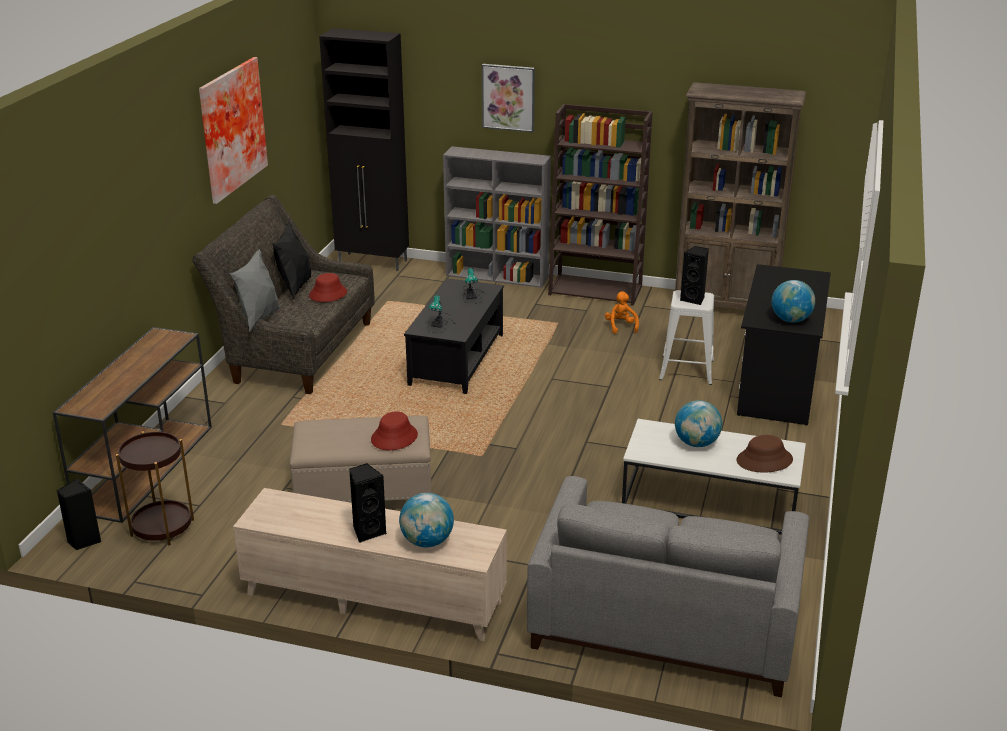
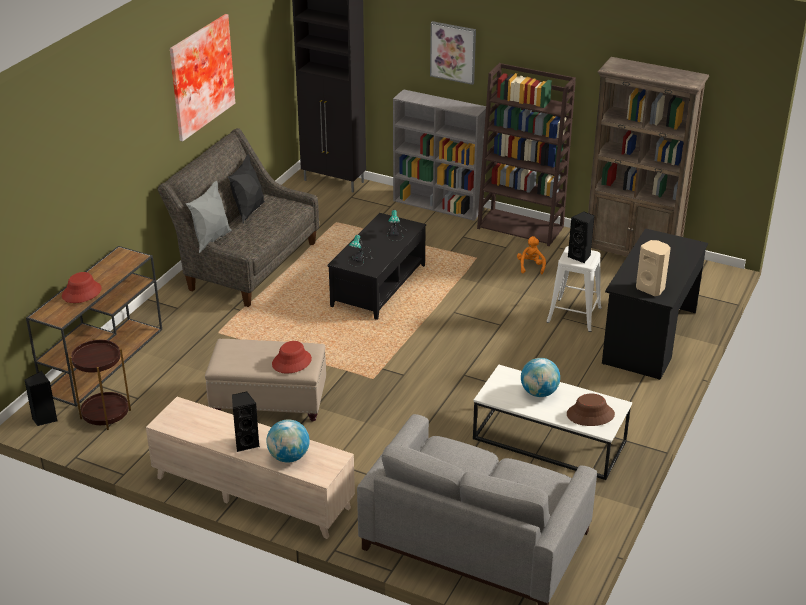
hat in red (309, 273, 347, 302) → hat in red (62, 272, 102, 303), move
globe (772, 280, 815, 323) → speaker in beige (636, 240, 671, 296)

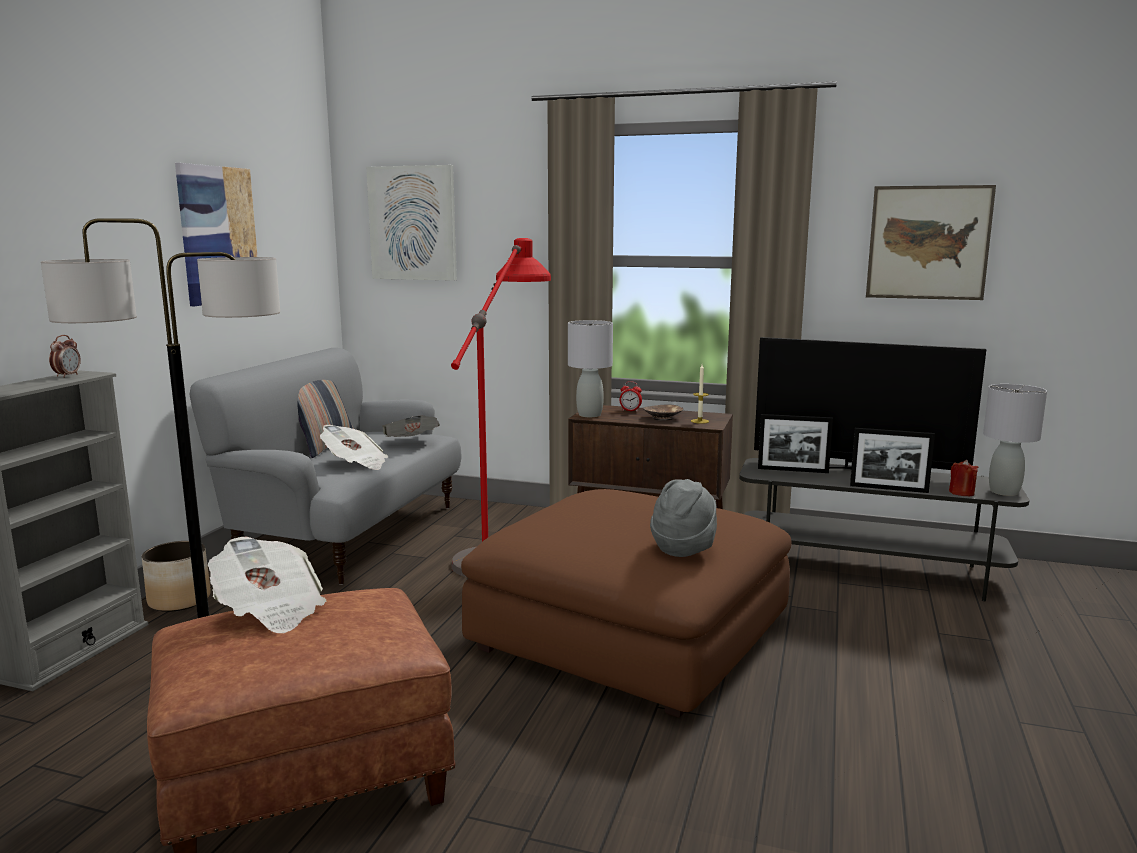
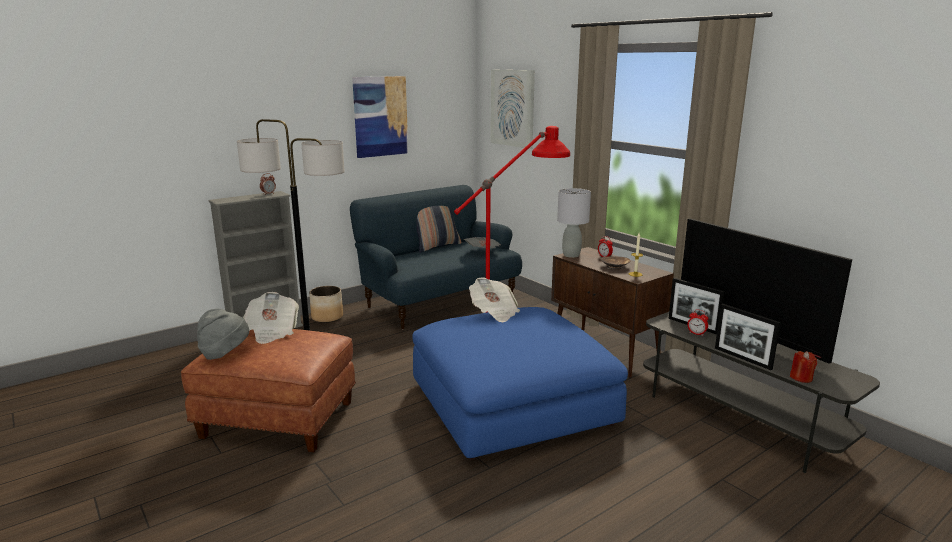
picture (866, 185, 996, 300) → -
sofa in grey (190, 348, 462, 585) → sofa in blue (350, 185, 522, 330)
table lamp in grey (983, 384, 1047, 496) → -
newspaper (320, 425, 388, 470) → newspaper (469, 277, 520, 322), move
hat in grey (650, 479, 717, 557) → hat in grey (197, 309, 249, 360), move
ottoman in brown (461, 489, 792, 718) → ottoman in blue (412, 307, 628, 461)
- → alarm clock (687, 310, 708, 336)

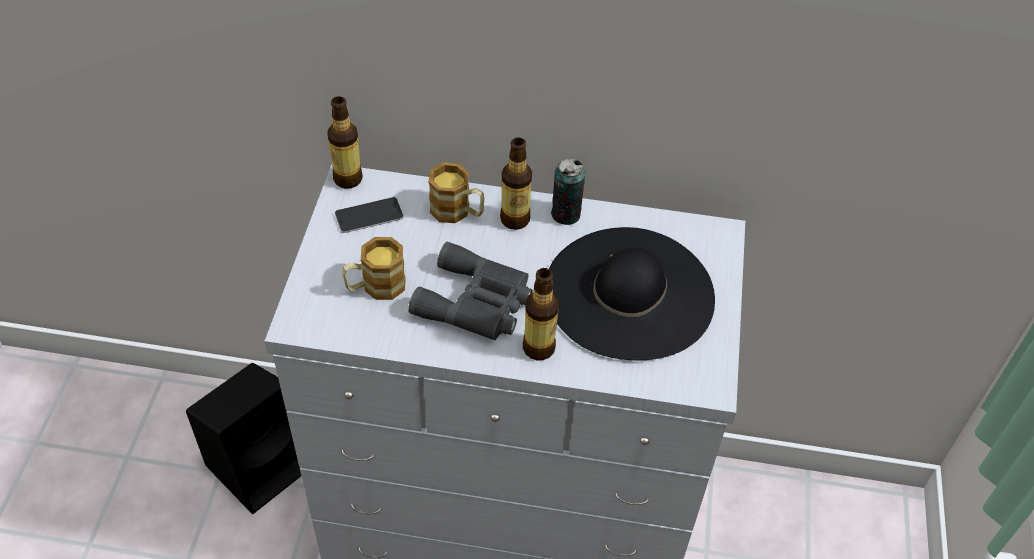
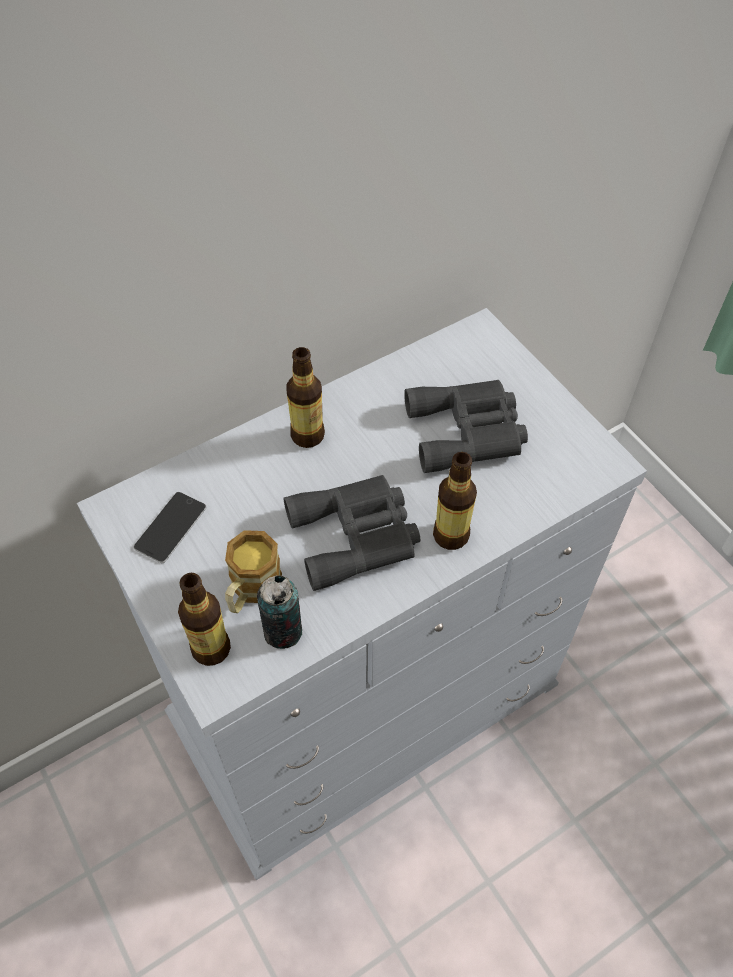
bottle (327, 96, 363, 189) → bottle (178, 573, 231, 666), move
can (551, 159, 585, 225) → can (257, 575, 302, 649), move
mug (428, 162, 485, 223) → -
hat in black (549, 227, 715, 361) → binoculars in grey (404, 380, 528, 473)
speaker in black (186, 363, 301, 514) → -

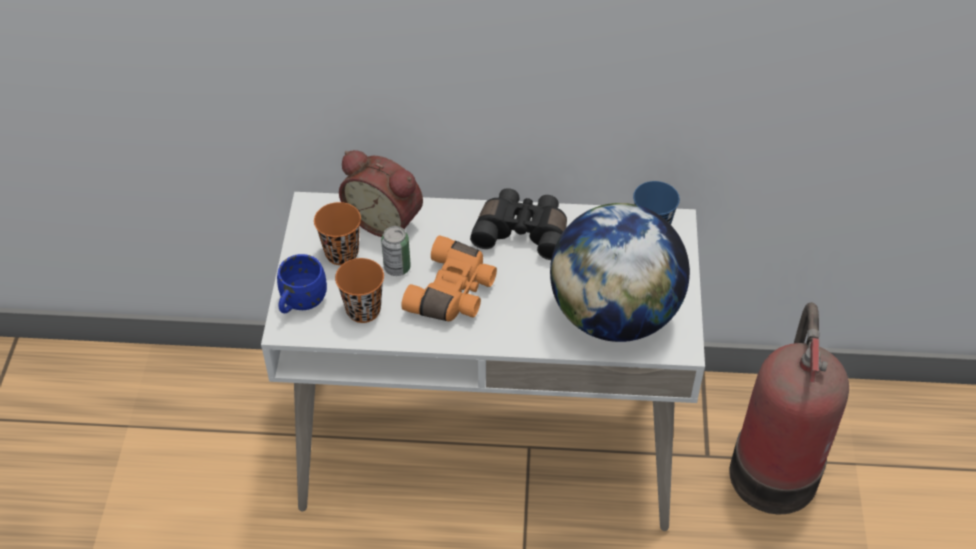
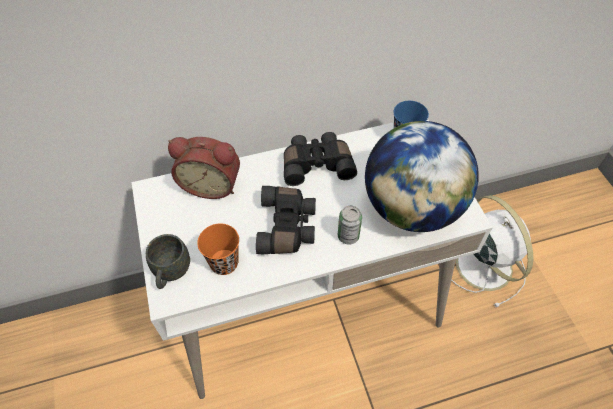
cup in orange (314, 202, 361, 265) → -
can (381, 226, 411, 276) → can (338, 206, 362, 245), move
binoculars in orange (401, 235, 497, 321) → binoculars in black (256, 186, 316, 254)
mug in blue (277, 254, 327, 313) → mug in grey (146, 234, 190, 289)
fire extinguisher (729, 302, 849, 514) → fan in white (451, 195, 533, 307)

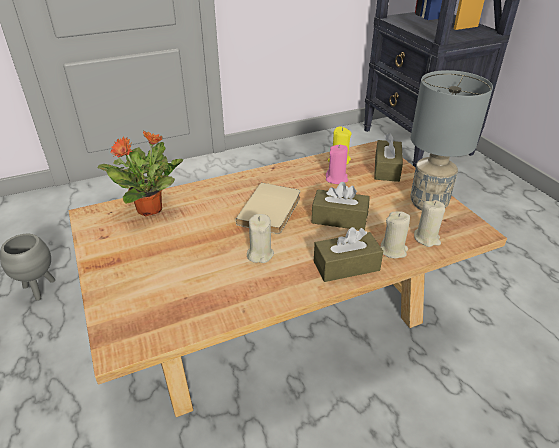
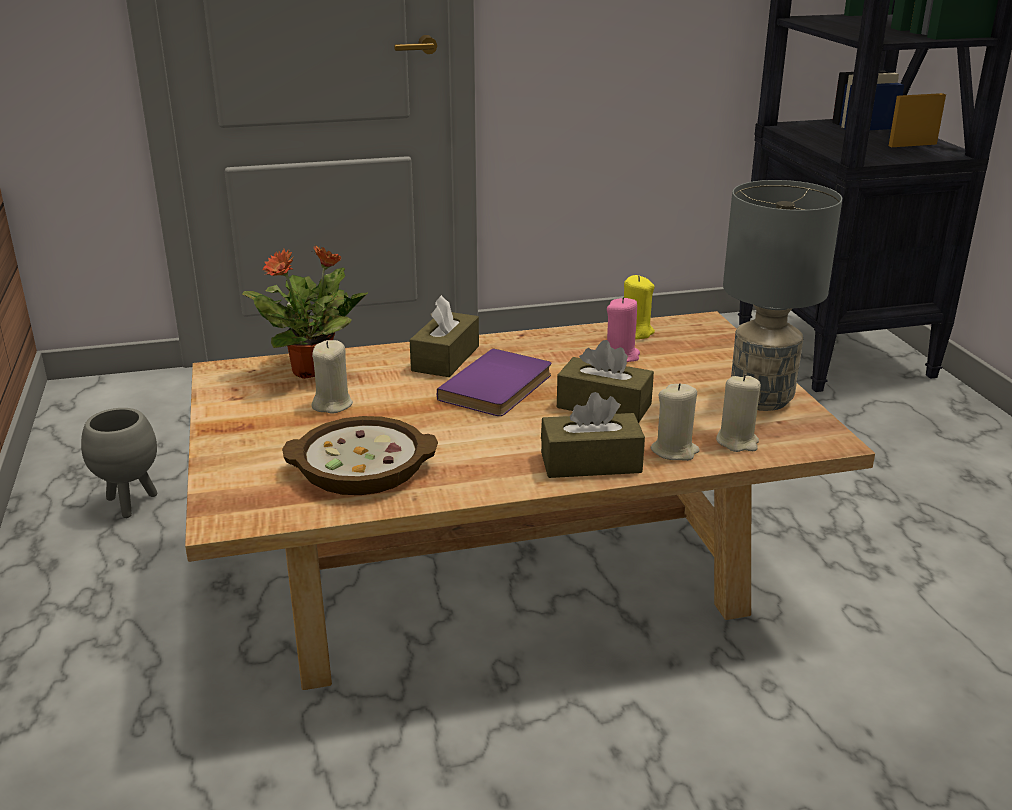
tissue box in brown (374, 133, 403, 182) → tissue box in brown (410, 295, 479, 377), move
book in beige (235, 183, 300, 234) → book in purple (437, 348, 551, 416)
candle in beige (247, 214, 274, 263) → candle in beige (311, 340, 353, 414), move
- → bowl (282, 416, 438, 495)

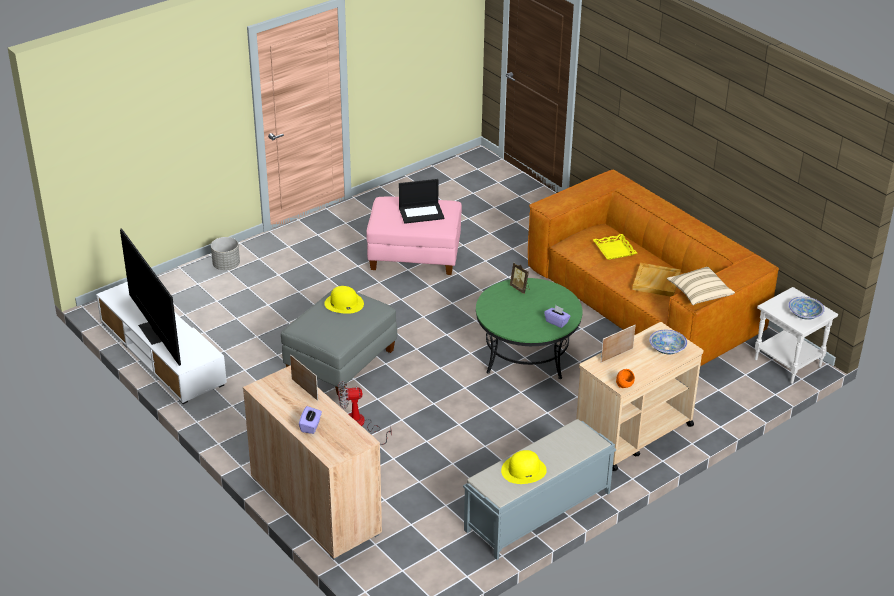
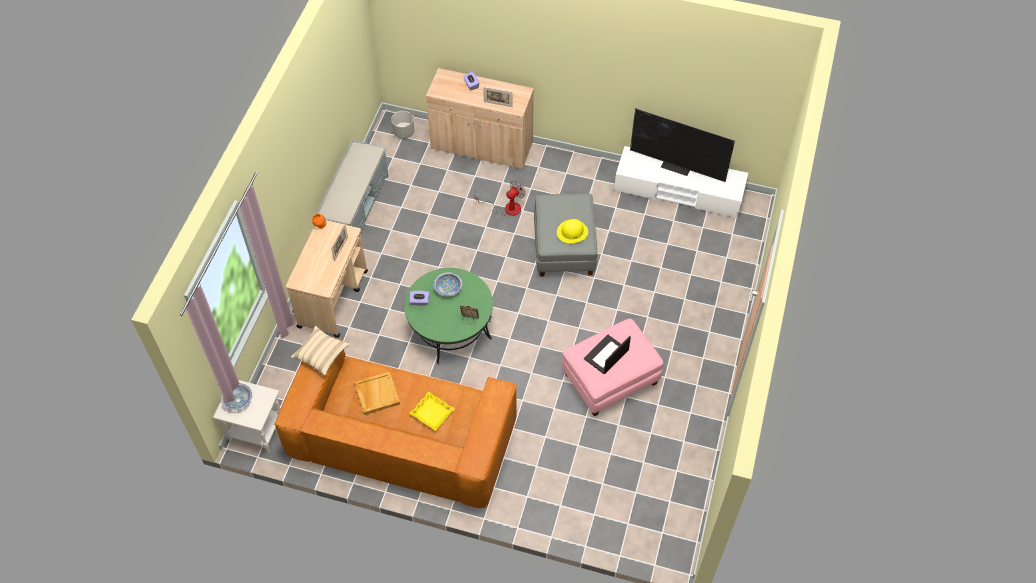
planter in grey (211, 237, 240, 270) → planter in grey (391, 111, 414, 139), move
bowl (649, 330, 687, 354) → bowl (434, 272, 462, 296), move
hat in yellow (501, 450, 547, 484) → -

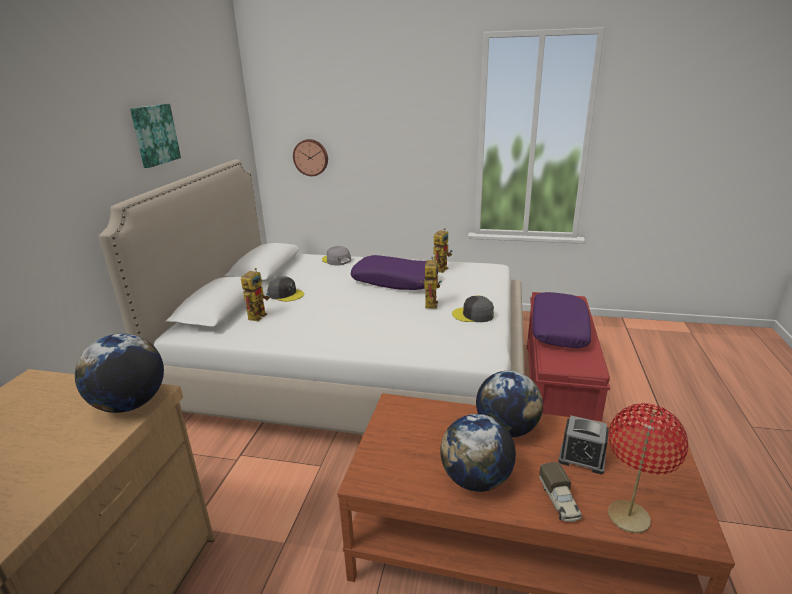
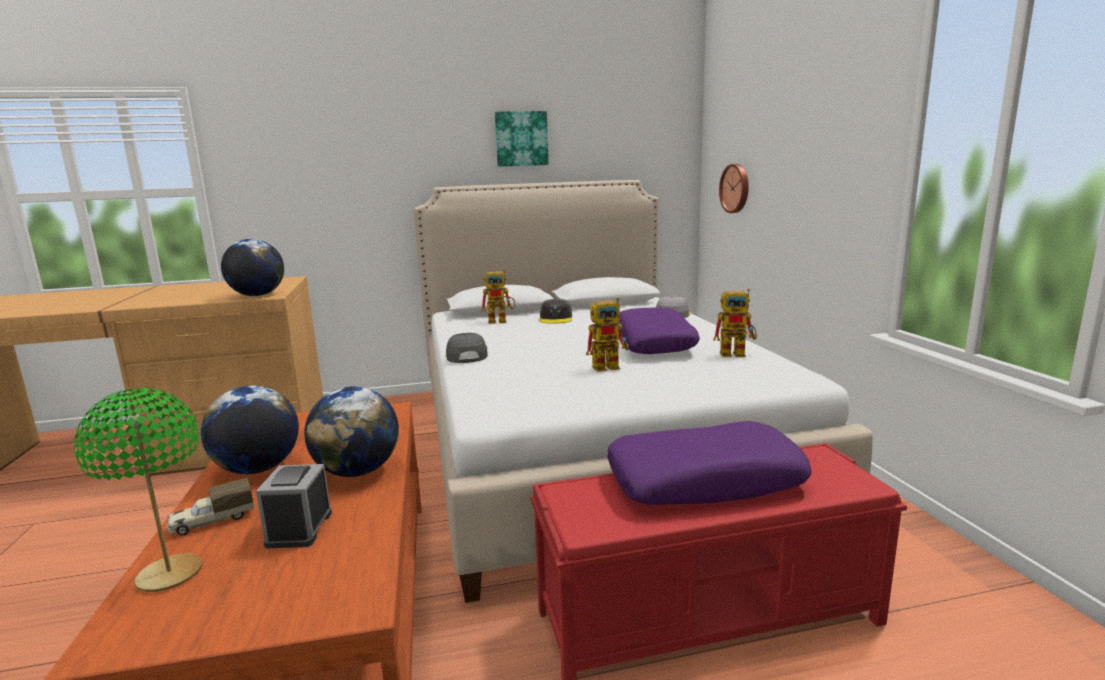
cap in grey (452, 295, 494, 322) → cap in grey (445, 333, 488, 363), move
table lamp in red (608, 403, 688, 533) → table lamp in green (74, 388, 202, 592)

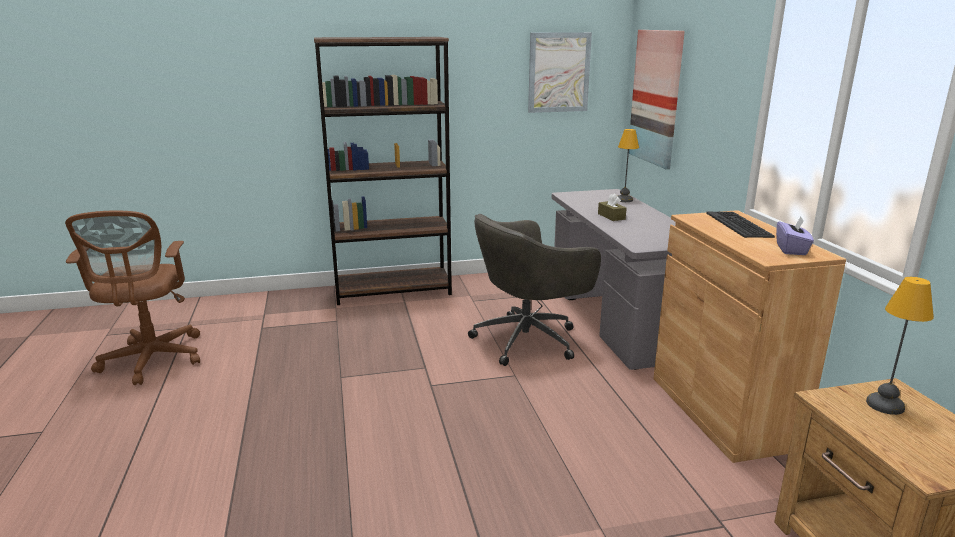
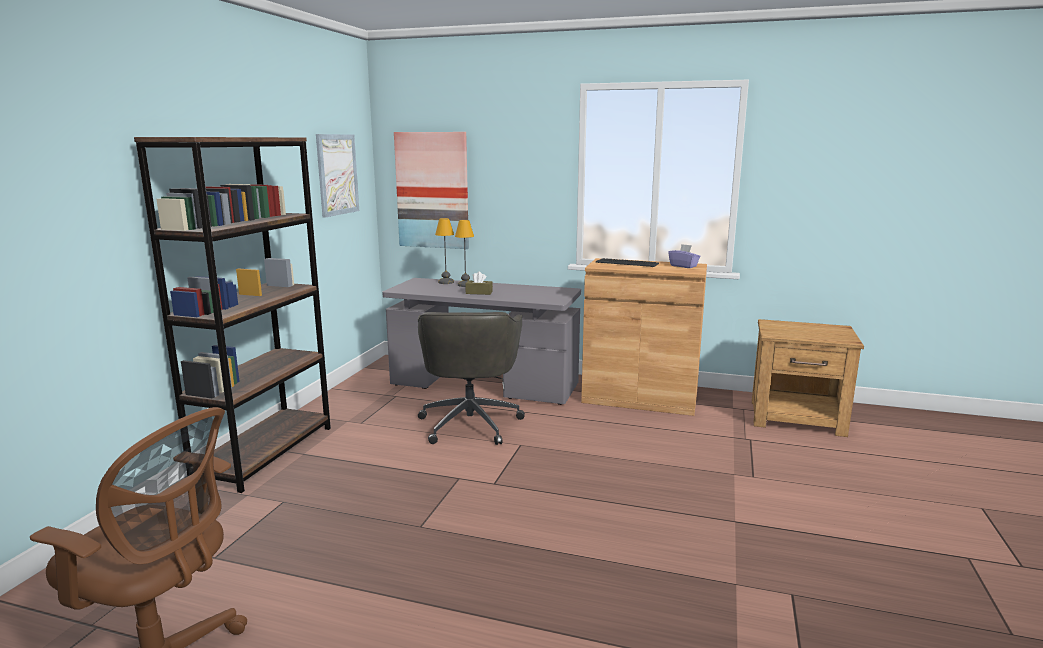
table lamp (866, 277, 934, 415) → table lamp (455, 220, 474, 287), move

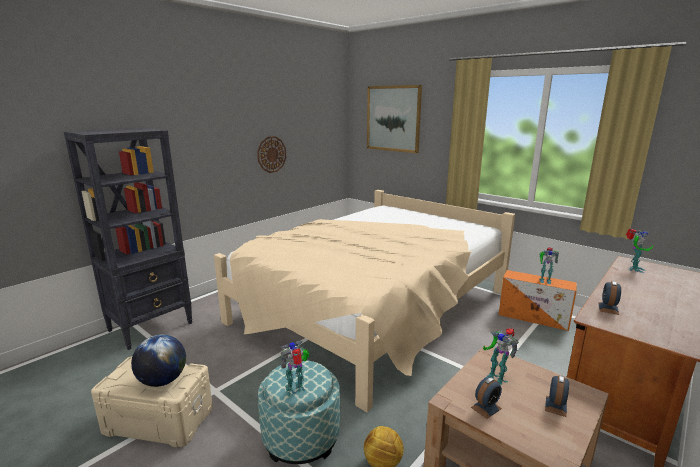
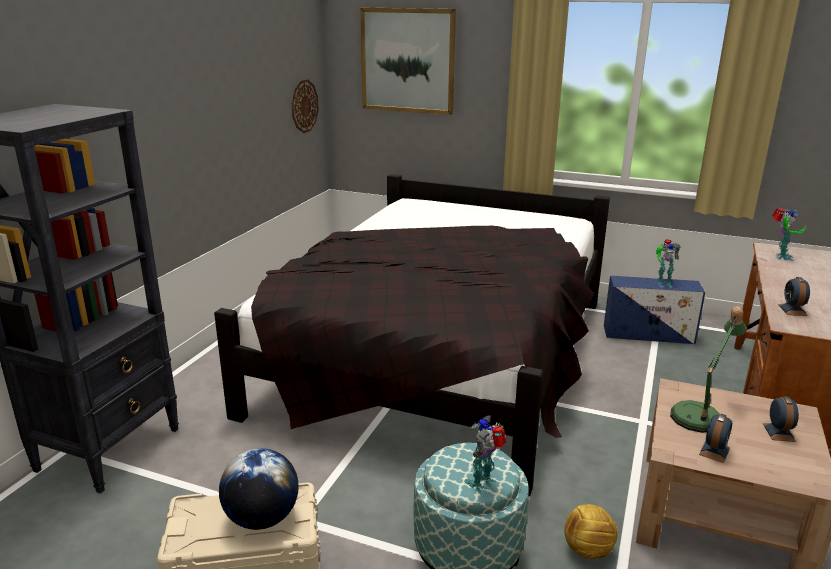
wall clock (257, 136, 286, 173) → wall clock (292, 79, 319, 133), move
bed in beige (214, 190, 515, 413) → bed in black (214, 174, 610, 496)
storage box in orange (499, 270, 577, 331) → storage box in blue (604, 276, 705, 344)
toy robot (483, 328, 519, 385) → table lamp (670, 306, 747, 433)

